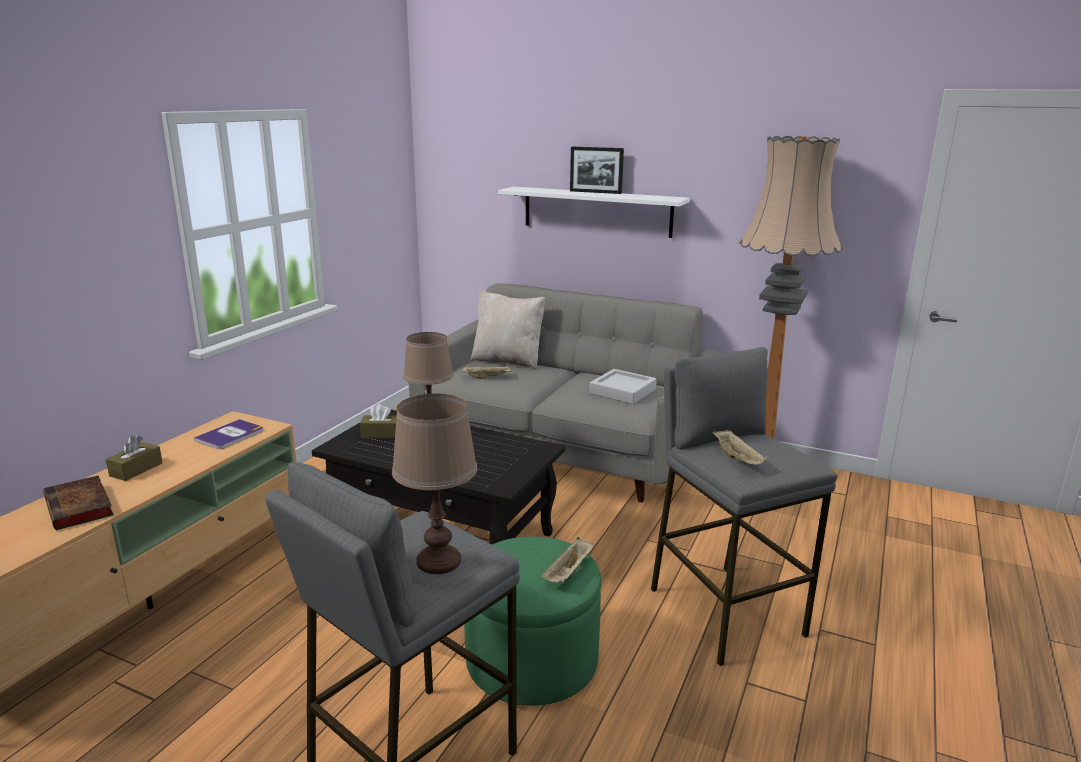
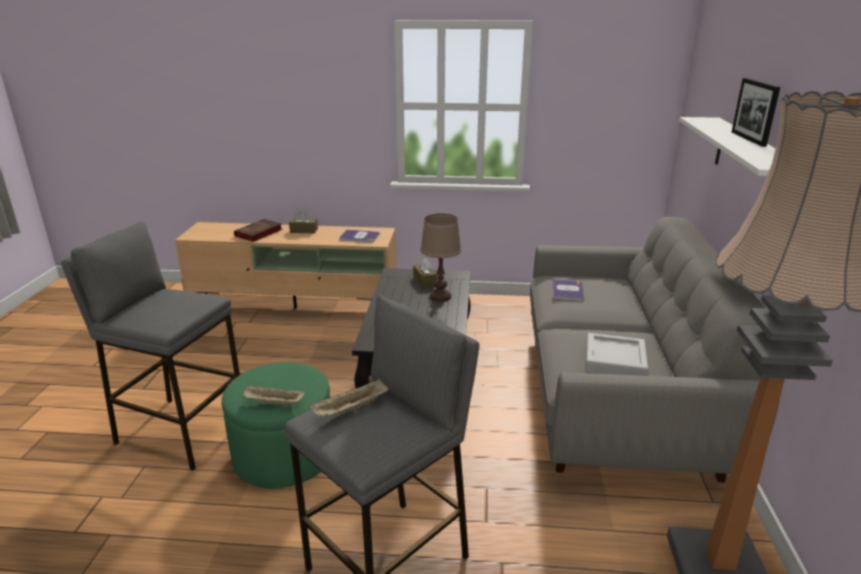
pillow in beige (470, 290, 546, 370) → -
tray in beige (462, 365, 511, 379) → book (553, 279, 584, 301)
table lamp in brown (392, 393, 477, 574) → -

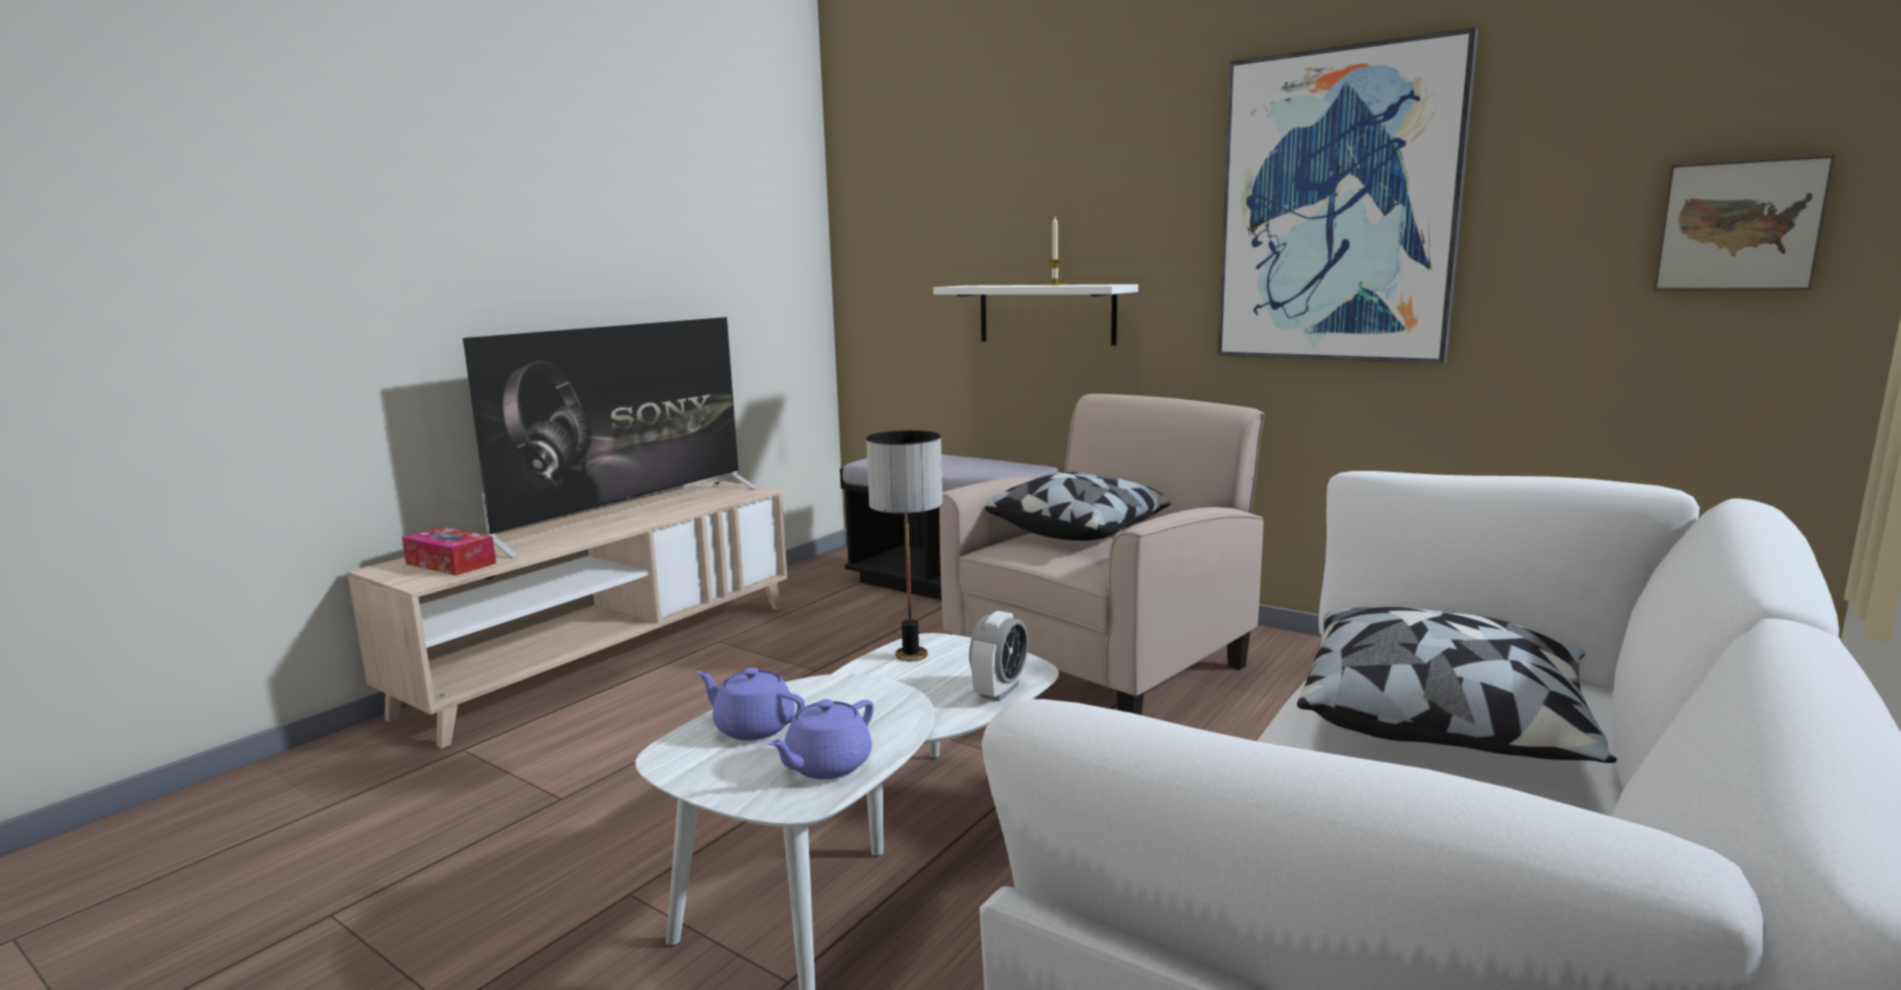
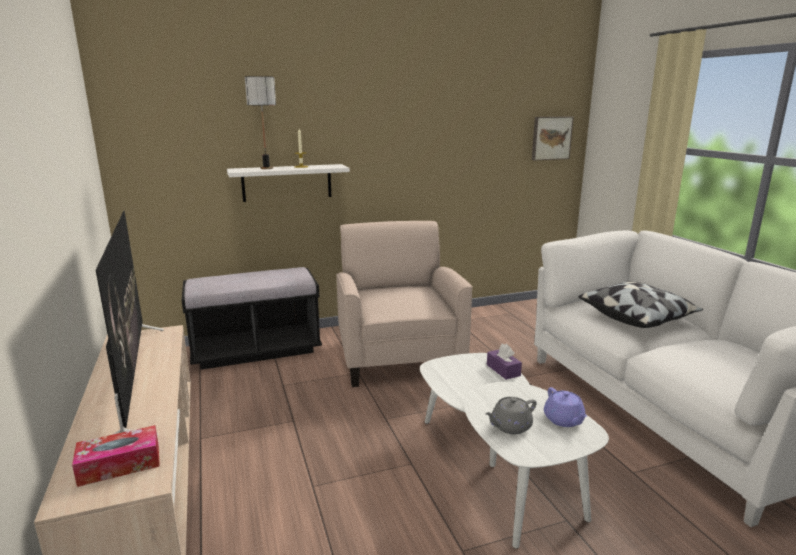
picture (1217, 27, 1478, 364) → -
table lamp (866, 430, 943, 661) → table lamp (245, 76, 276, 169), move
pillow (985, 471, 1172, 541) → -
alarm clock (969, 611, 1028, 702) → tissue box in purple (487, 344, 522, 380)
teapot in purple (696, 667, 805, 740) → teapot in grey (485, 397, 537, 434)

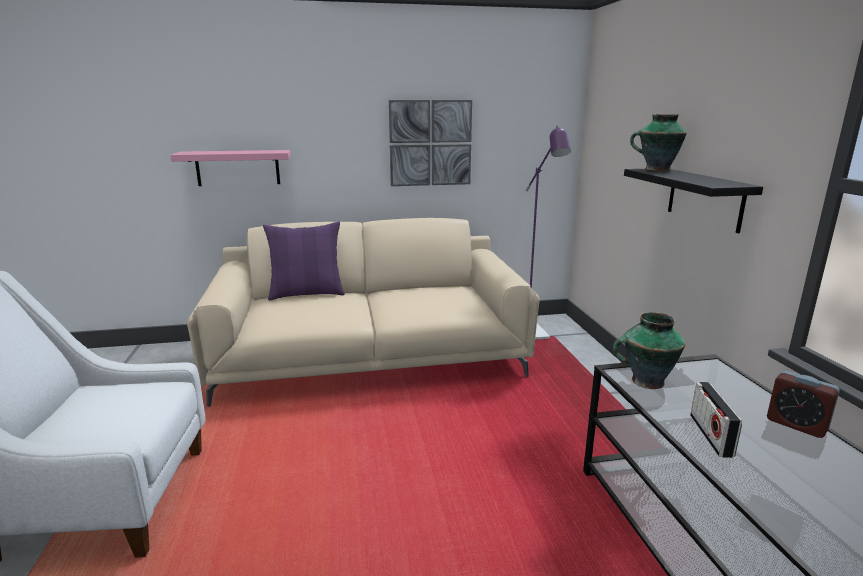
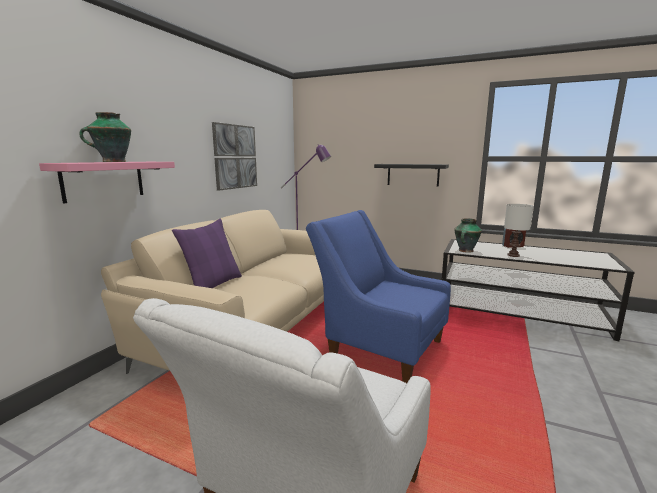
vase (630, 114, 687, 171) → vase (79, 112, 131, 162), move
radio (690, 382, 742, 458) → table lamp in white (504, 204, 533, 257)
- → armchair in blue (306, 210, 451, 383)

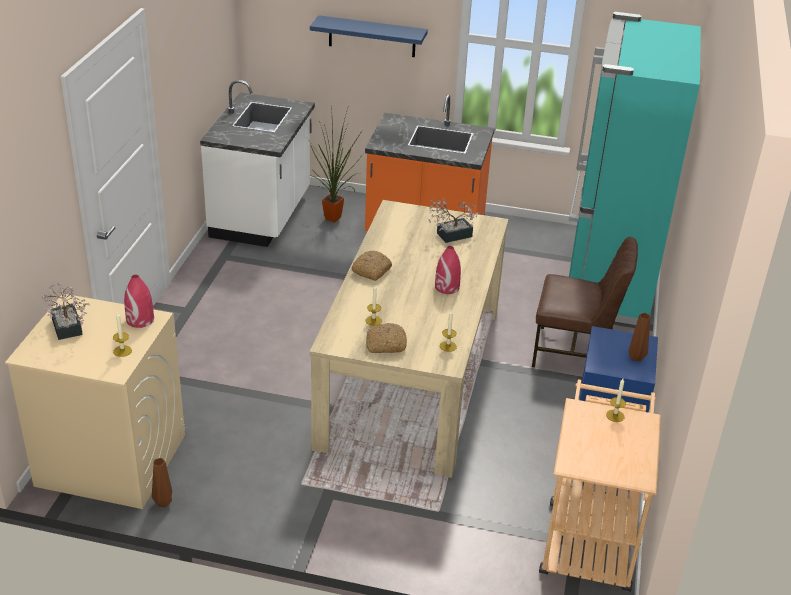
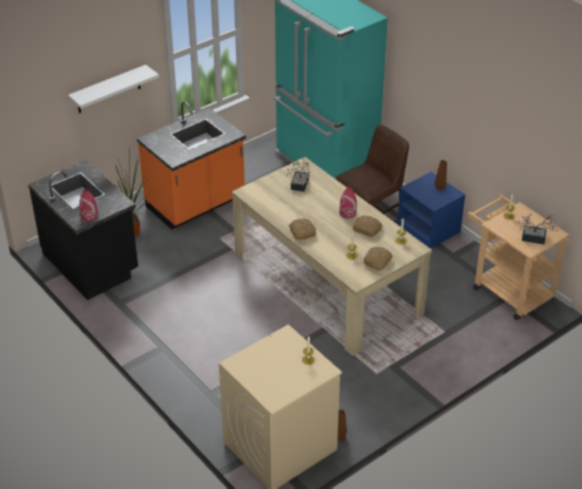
shelf in blue (310, 15, 428, 57) → shelf in white (68, 65, 159, 113)
counter in white (200, 80, 315, 247) → counter in black (28, 160, 138, 300)
vase in red (124, 275, 154, 328) → vase in red (79, 189, 98, 222), move
potted plant (43, 283, 90, 340) → potted plant (518, 212, 558, 244), move
- → bread (353, 215, 382, 237)

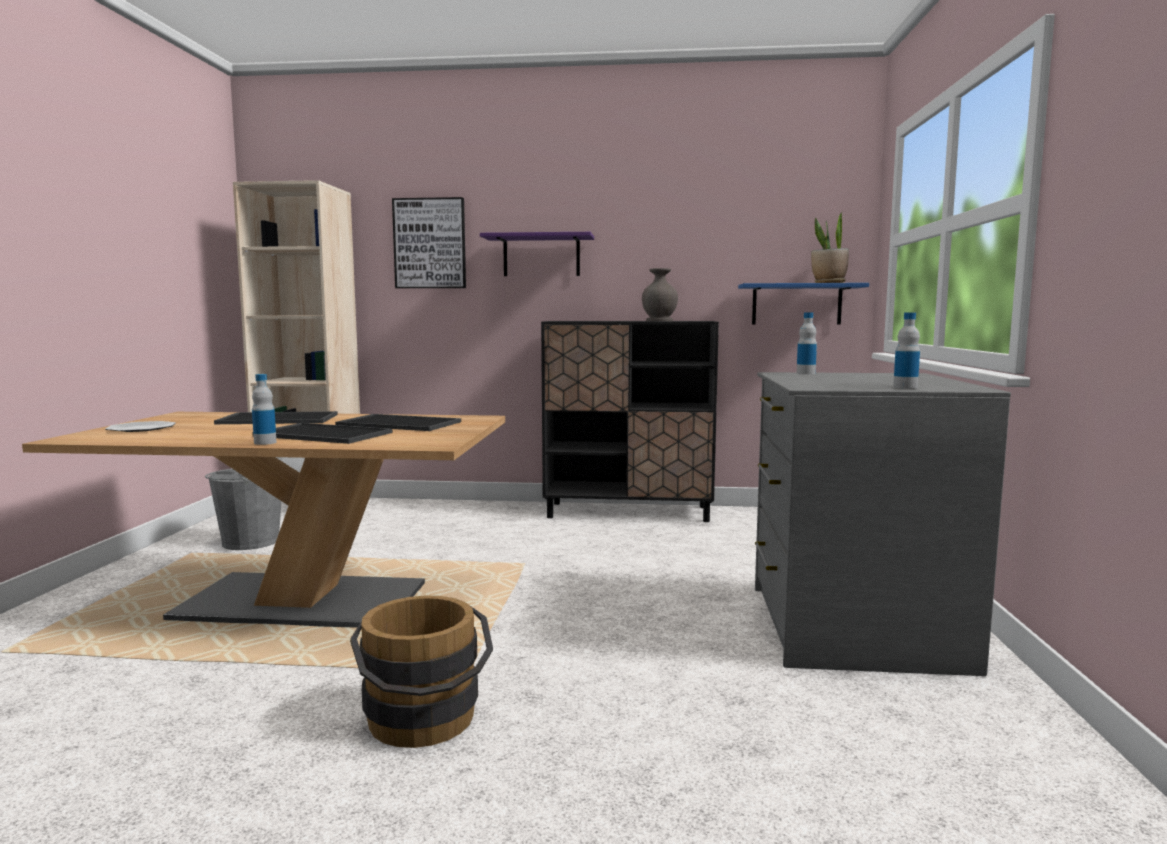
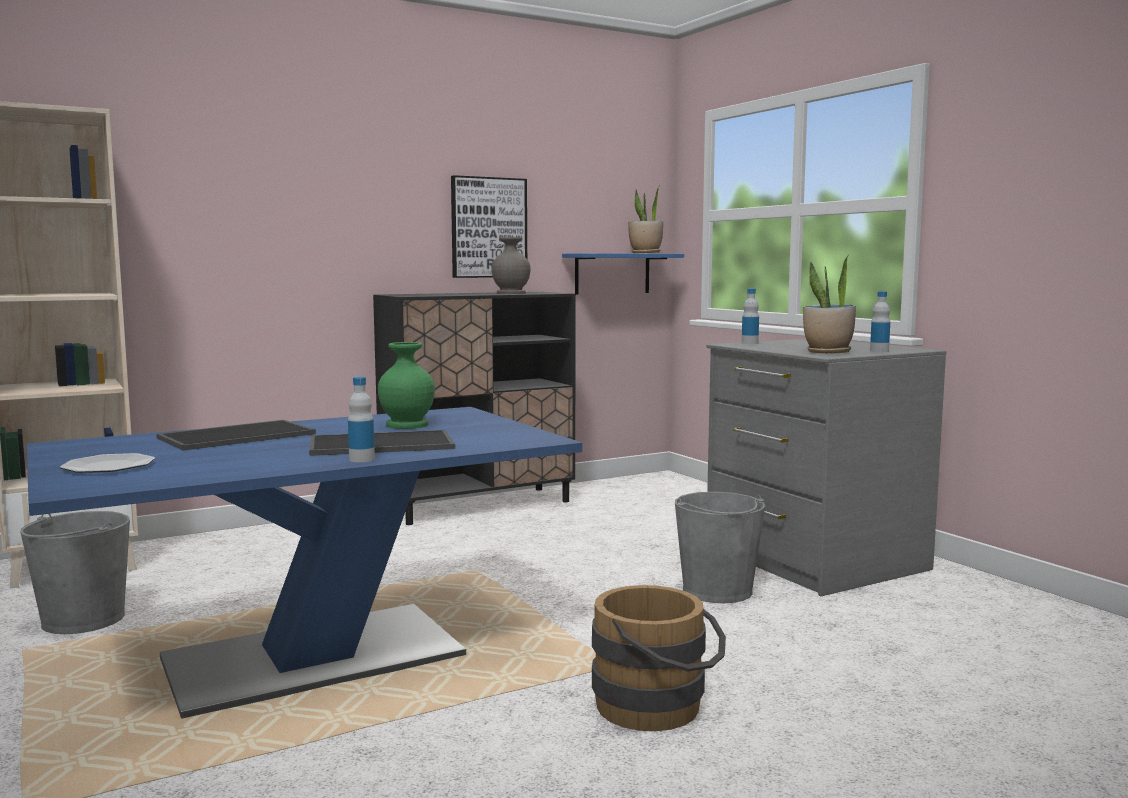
picture (392, 197, 466, 288) → picture (451, 175, 527, 278), move
shelf in purple (480, 232, 594, 276) → -
dining table in brown (22, 412, 505, 628) → dining table in blue (27, 407, 582, 719)
tray (335, 414, 461, 431) → vase in green (378, 342, 435, 429)
- → potted plant (803, 255, 856, 353)
- → bucket in grey (675, 492, 765, 603)

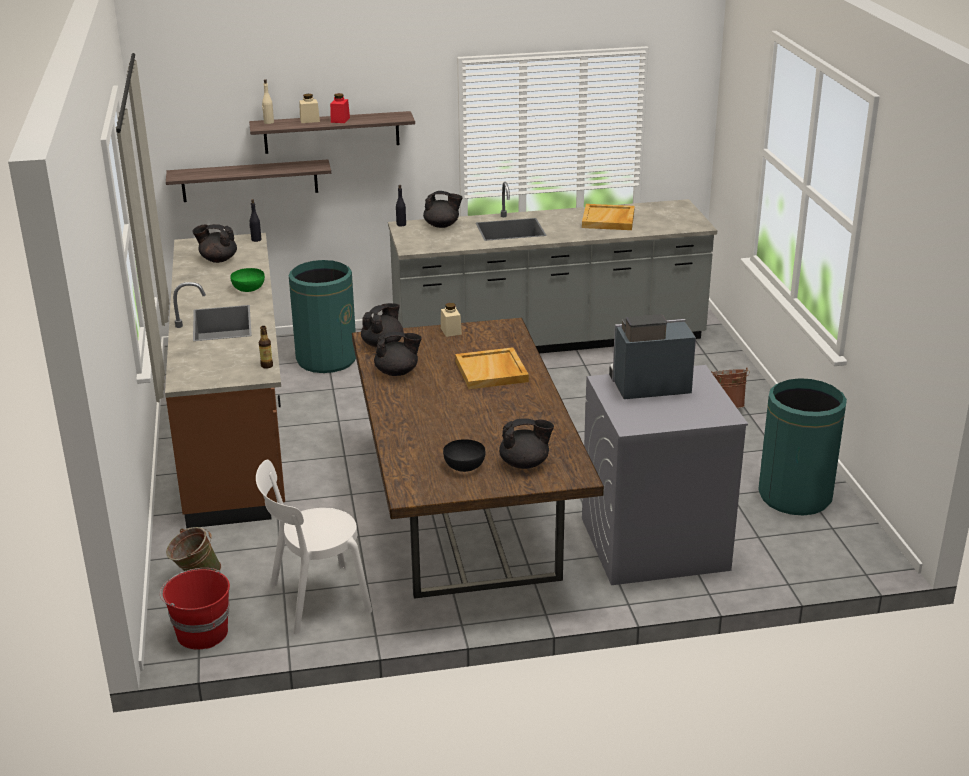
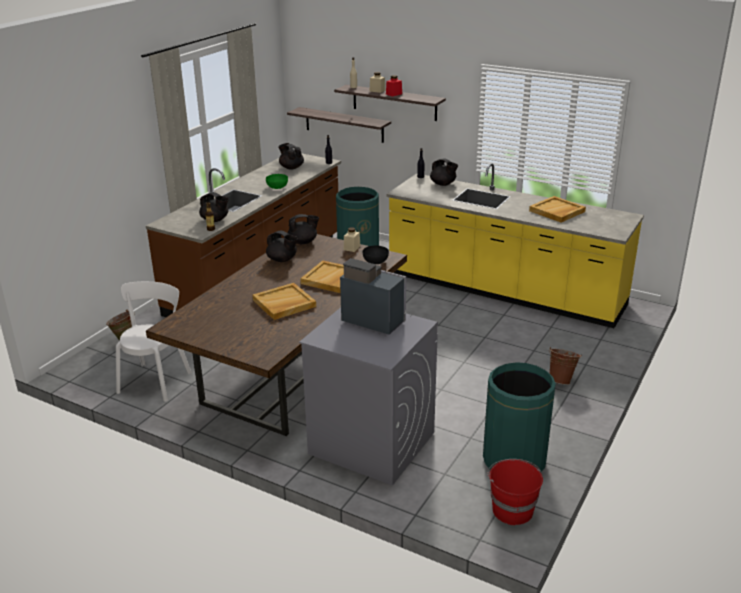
counter in grey (388, 182, 717, 353) → counter in yellow (387, 163, 644, 328)
teapot in black (499, 418, 554, 469) → teapot in black (199, 192, 229, 222), move
bowl in black (443, 439, 485, 472) → bowl in black (363, 246, 389, 264), move
chair in white (256, 460, 372, 634) → chair in white (116, 281, 191, 402), 90 degrees clockwise
bucket in red (160, 568, 230, 650) → bucket in red (488, 459, 543, 526), move
- → tray in beige (253, 283, 316, 320)

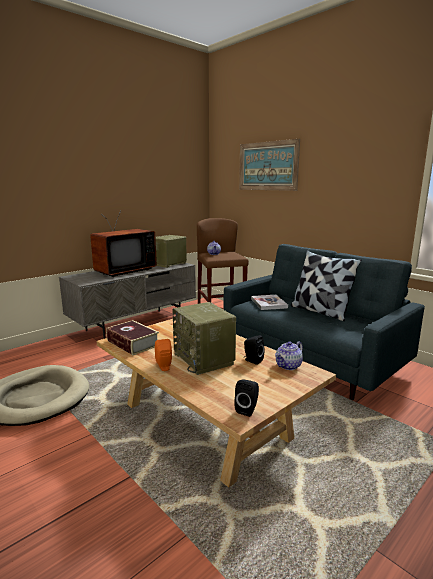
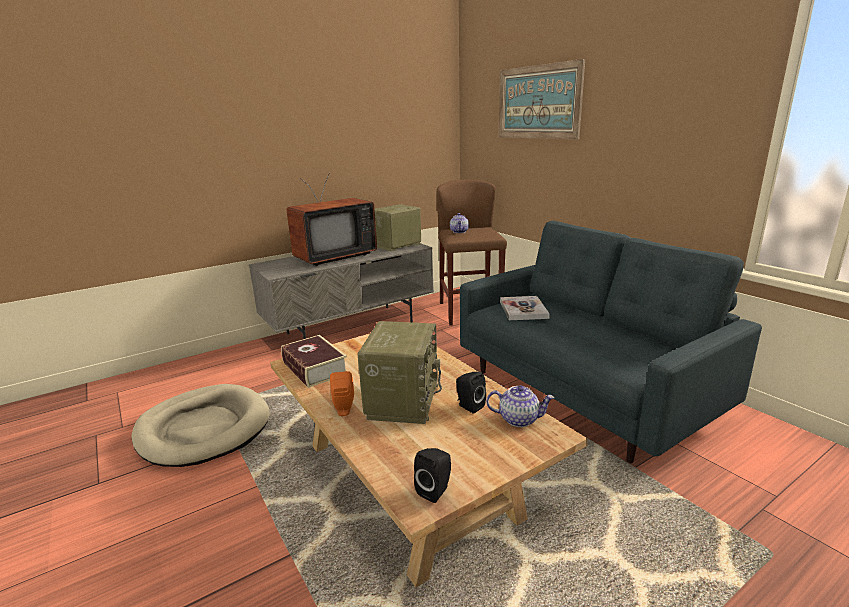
pillow (291, 250, 362, 321) → -
radio (172, 302, 236, 375) → radio (358, 321, 442, 424), 150 degrees counterclockwise
teapot (275, 341, 303, 370) → teapot (486, 385, 554, 427), 135 degrees counterclockwise

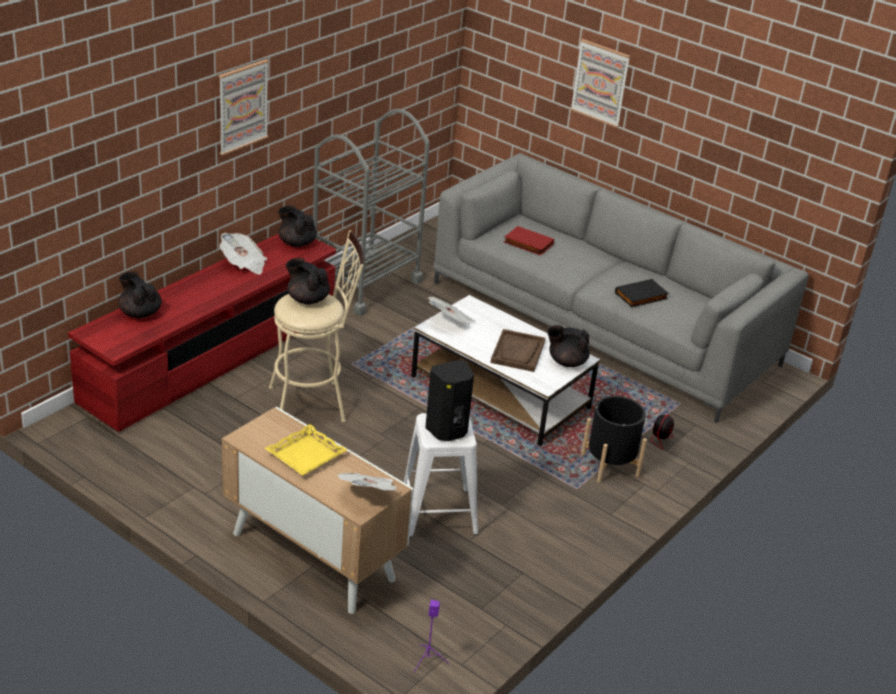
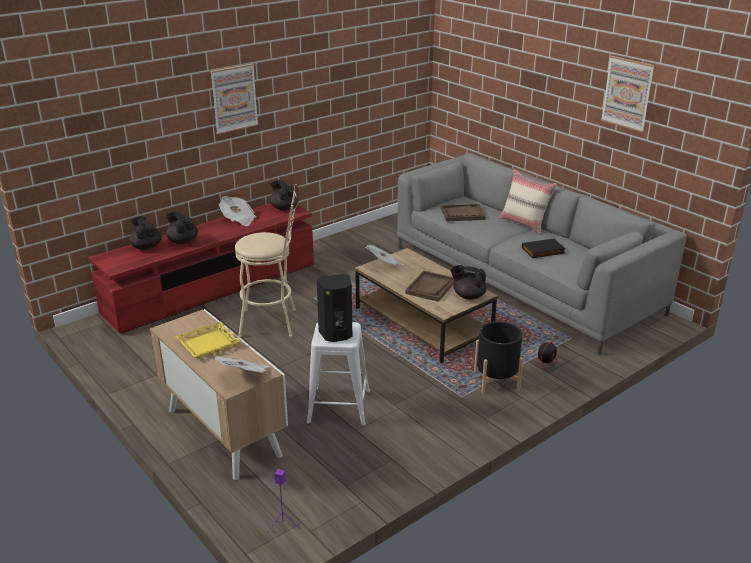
picture (570, 39, 630, 128) → picture (601, 56, 655, 132), move
cart in grey (313, 109, 430, 316) → -
book in red (504, 226, 554, 256) → tray in brown (441, 204, 486, 221)
teapot in black (286, 258, 330, 304) → teapot in black (166, 211, 198, 244), move
coffee table in white (411, 295, 600, 446) → coffee table in brown (355, 248, 498, 363)
- → pillow in beige (499, 170, 557, 234)

